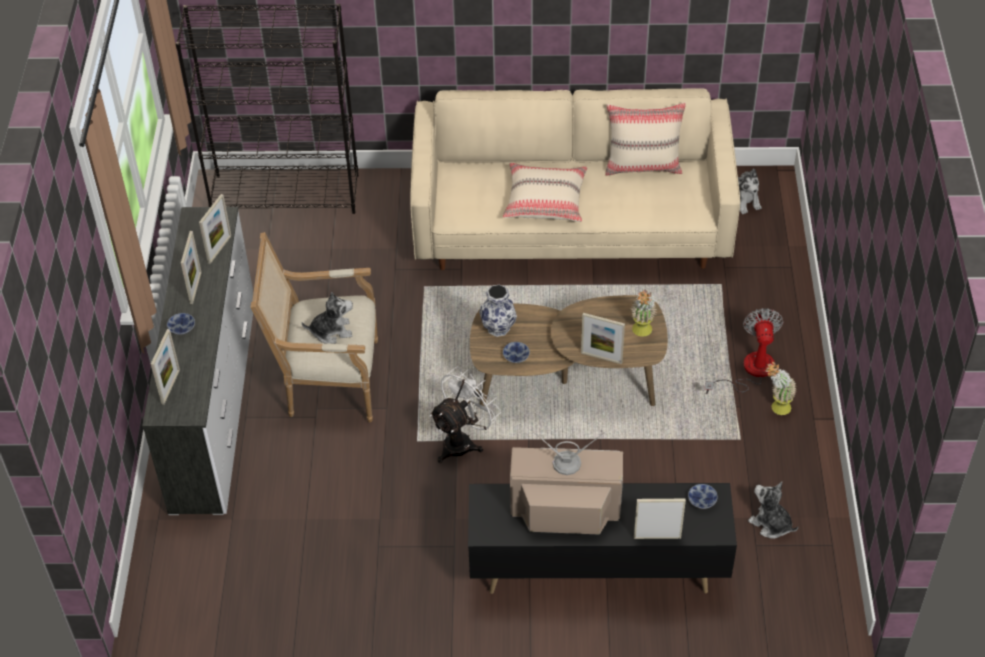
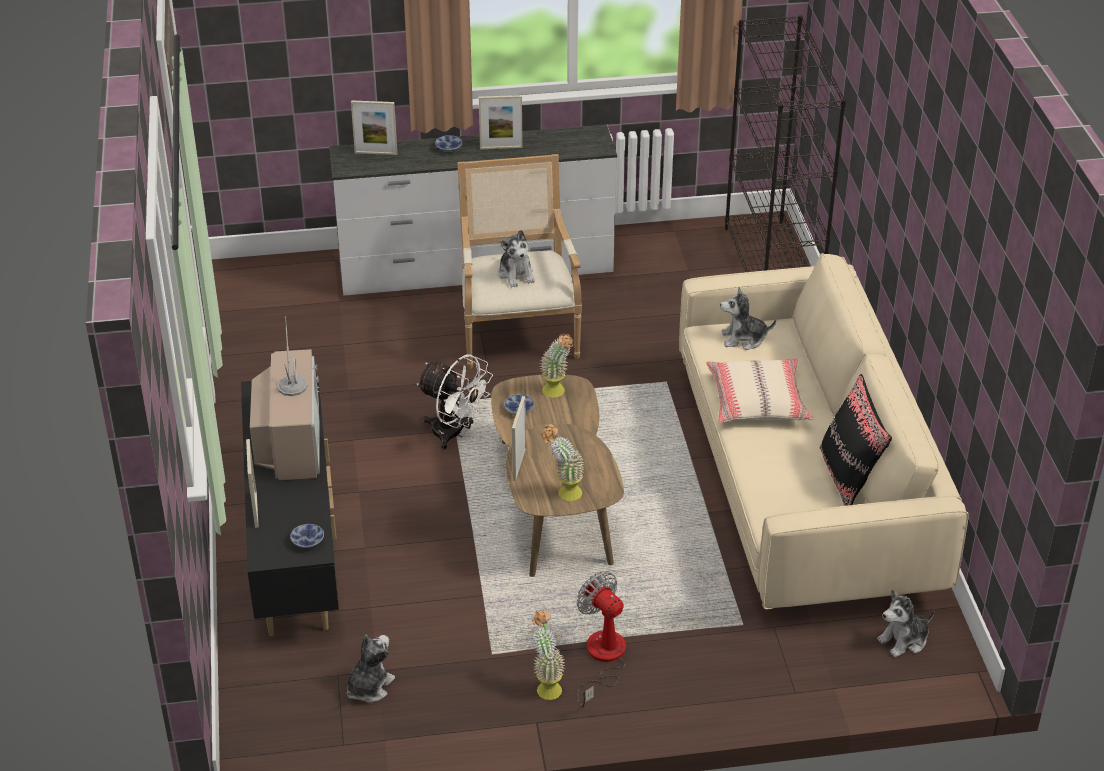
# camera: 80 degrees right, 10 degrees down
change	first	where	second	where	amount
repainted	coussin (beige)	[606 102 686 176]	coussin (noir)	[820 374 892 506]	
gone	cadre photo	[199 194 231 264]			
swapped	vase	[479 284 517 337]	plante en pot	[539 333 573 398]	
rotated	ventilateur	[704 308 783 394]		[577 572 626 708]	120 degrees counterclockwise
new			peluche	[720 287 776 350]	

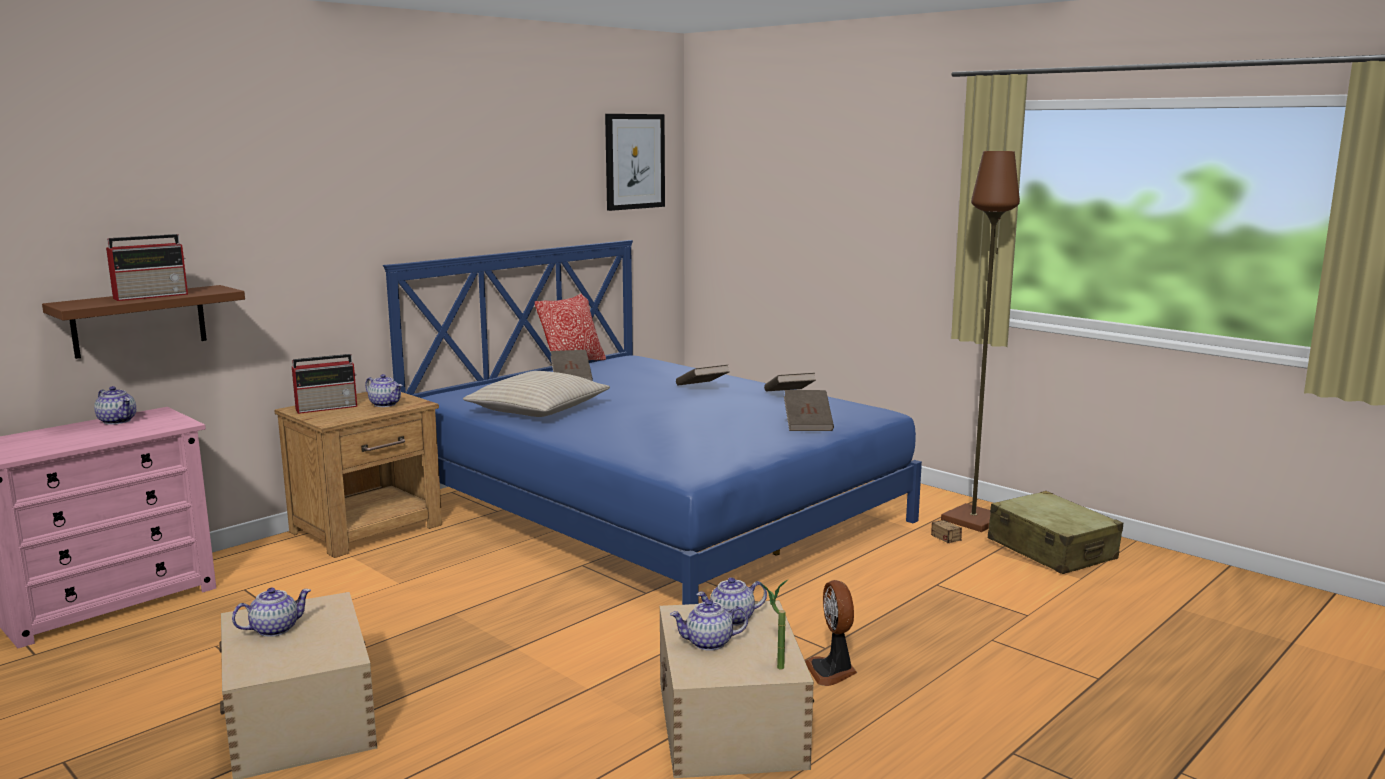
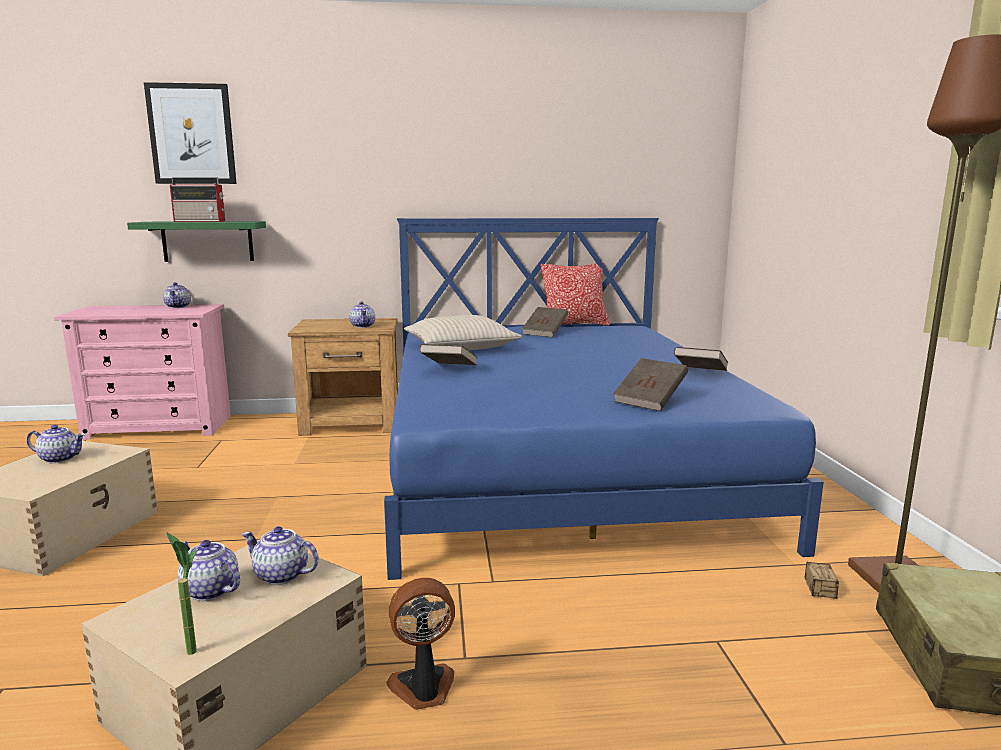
# camera: 40 degrees right, 0 degrees up
change	first	where	second	where	amount
shifted	tableau	[605 114 665 211]		[144 82 237 184]	
repainted	étagère (marron)	[42 285 245 359]	étagère (vert)	[127 221 266 262]	
gone	radio	[292 354 357 414]			
shifted	livre (marron)	[676 365 730 386]		[419 344 477 365]	
rotated	ventilateur	[805 580 857 686]		[386 578 455 710]	45 degrees clockwise

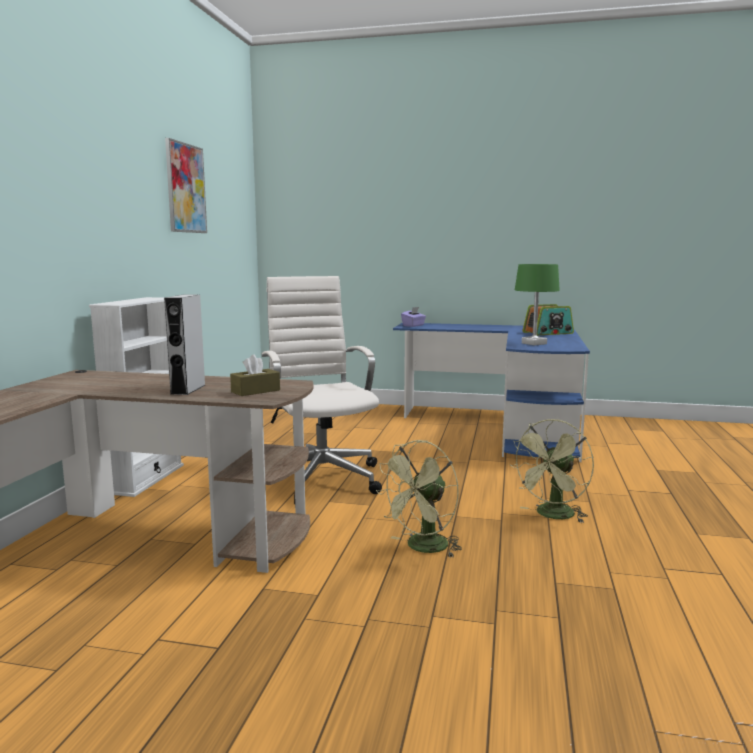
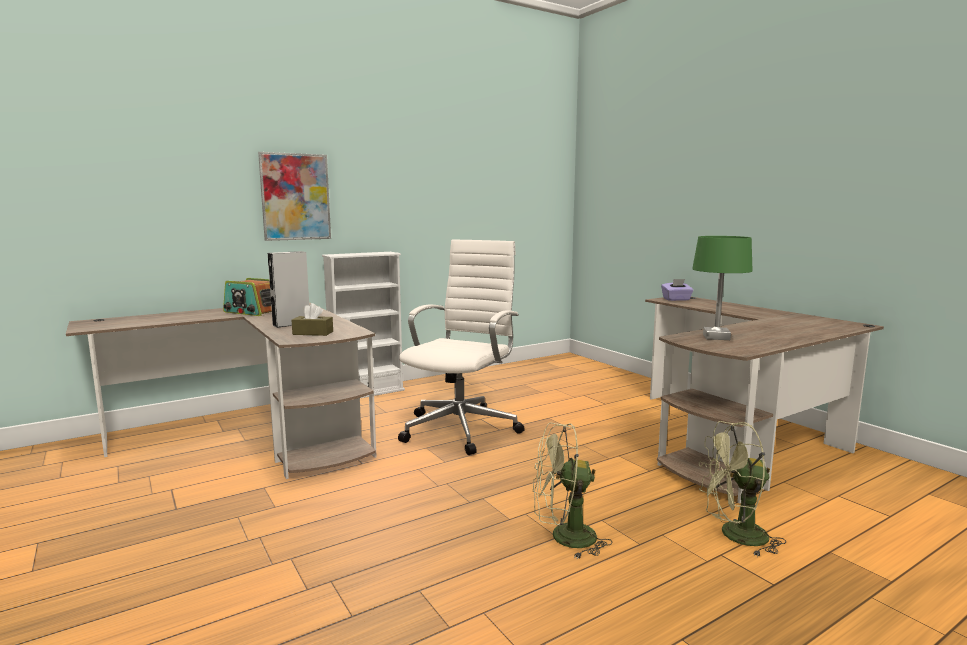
# camera: 45 degrees right, 0 degrees up
change	first	where	second	where	amount
shifted	tableau	[165 138 207 233]		[258 152 331 241]	
shifted	radio	[522 304 574 335]		[223 278 272 316]	
repainted	bureau (bleu)	[393 323 590 462]	bureau (marron)	[645 297 884 504]	
shifted	ventilateur (vert)	[376 440 462 557]		[699 421 786 557]	

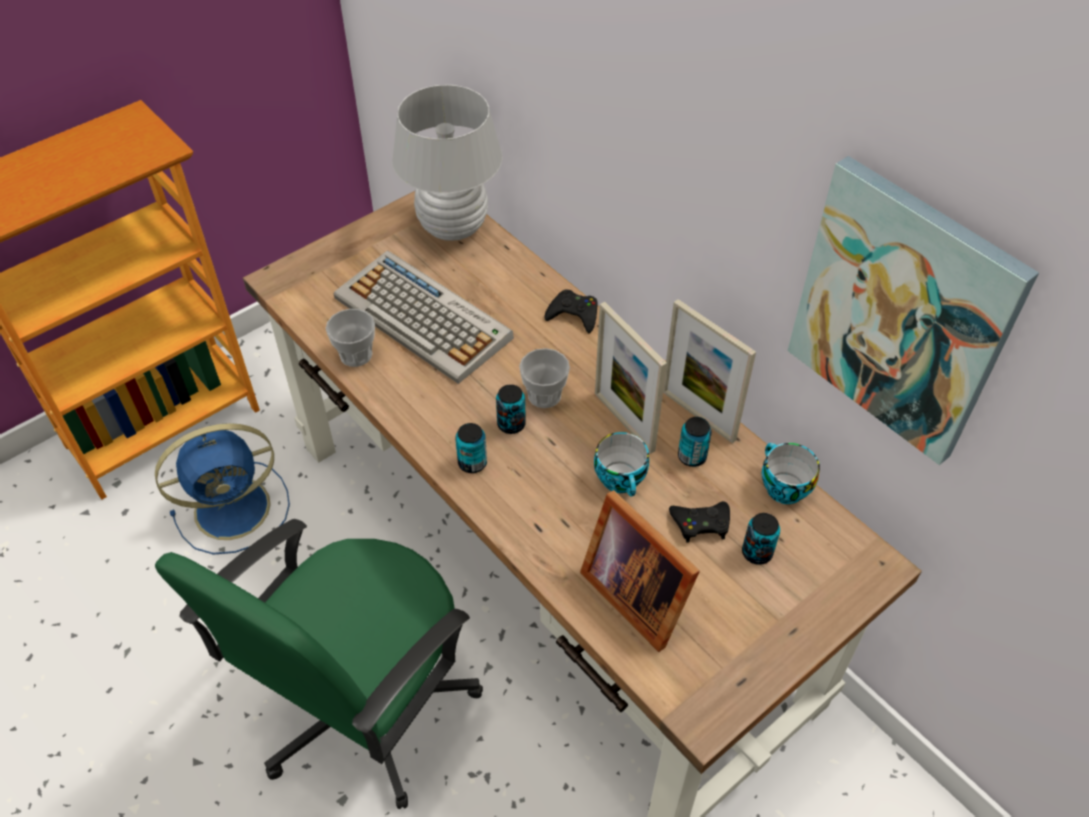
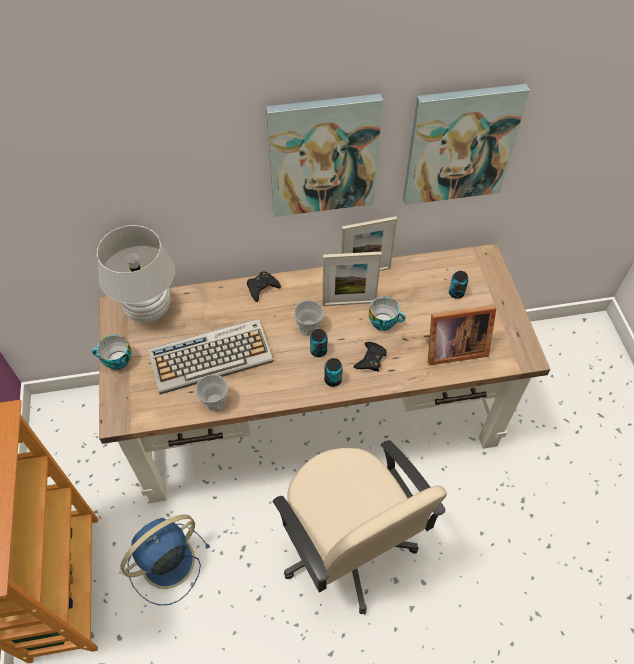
# camera: 60 degrees left, 5 degrees up
change	first	where	second	where	amount
gone	boîte métallique	[678 417 712 467]			
rotated	ventilateur (bleu)	[155 423 290 555]		[120 514 210 605]	135 degrees counterclockwise
shifted	tasse	[762 443 820 504]		[92 335 131 370]	
shifted	manette (noir)	[669 501 730 543]		[353 342 387 372]	
repainted	chaise de bureau (vert)	[155 519 483 809]	chaise de bureau (beige)	[272 440 447 614]	
new			tableau	[266 94 383 217]	

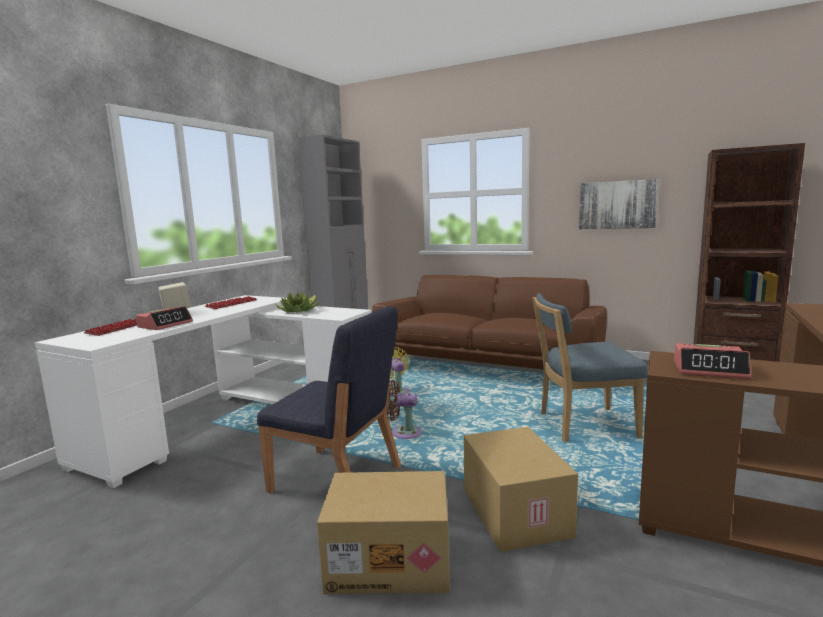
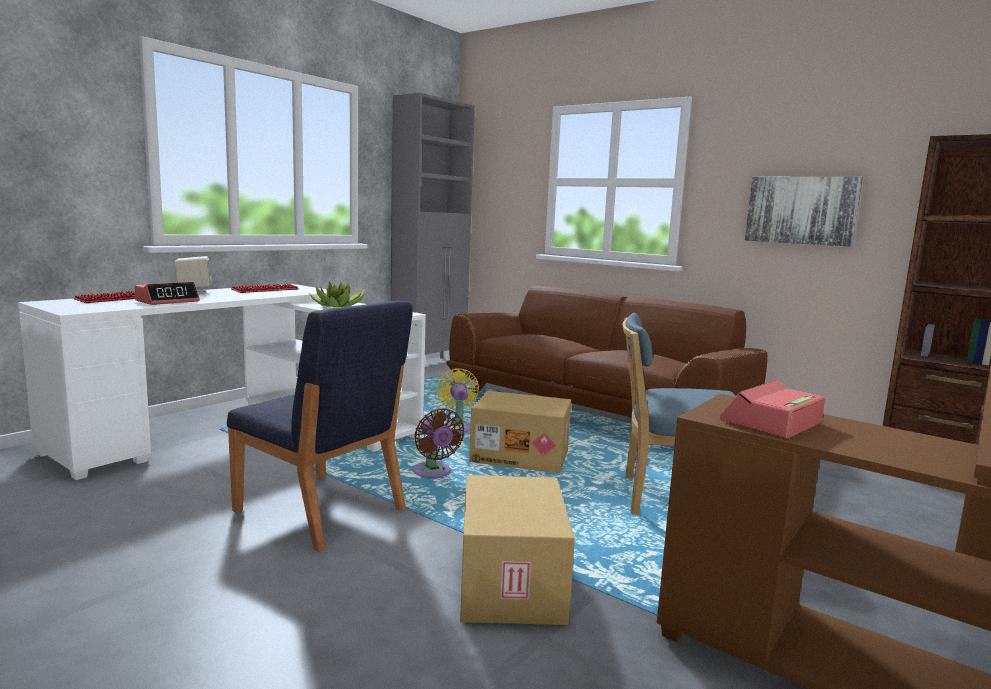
# camera: 10 degrees right, 0 degrees up
change	first	where	second	where	amount
rotated	réveil	[674 343 751 379]		[720 380 825 438]	105 degrees clockwise
rotated	ventilateur (marron)	[387 380 422 439]		[413 408 465 478]	135 degrees counterclockwise
shifted	carton	[317 471 450 594]		[469 391 571 473]	

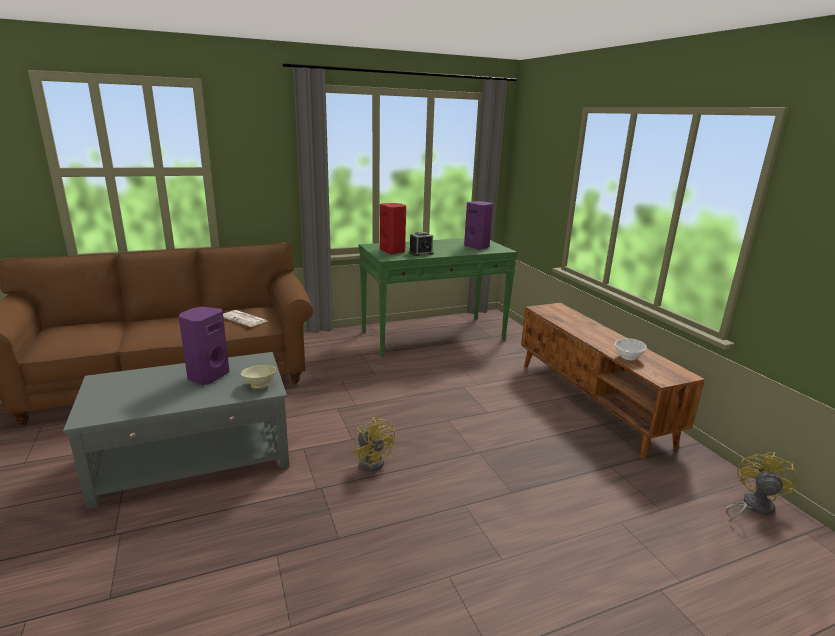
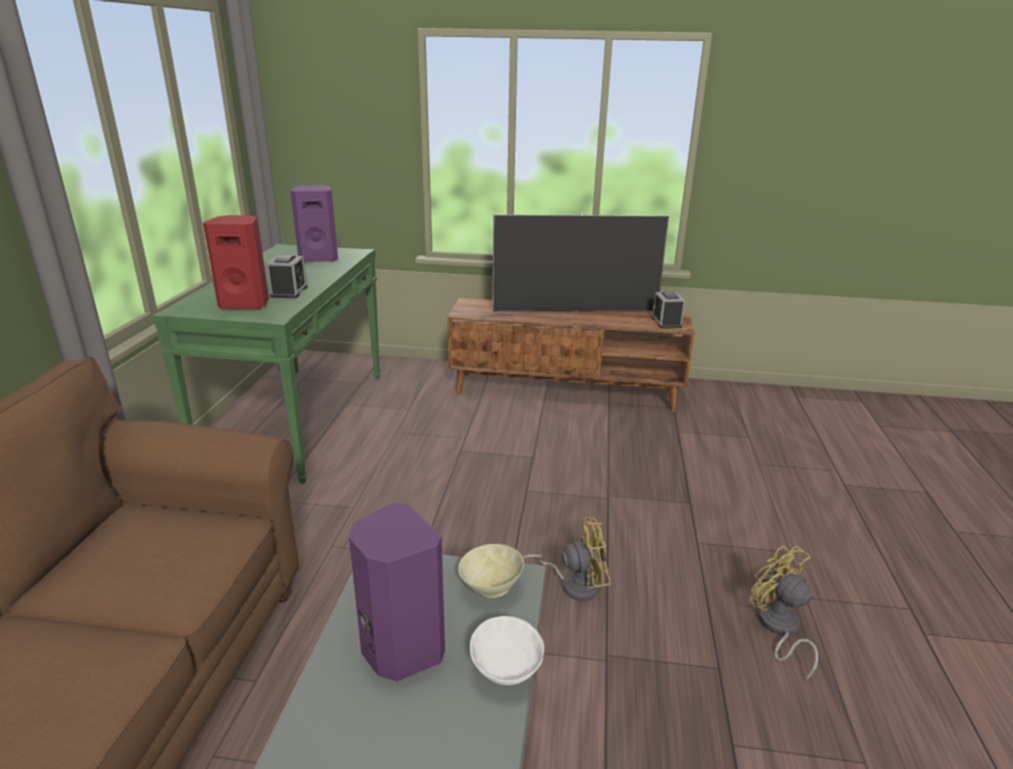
# camera: 60 degrees left, 5 degrees up
change	first	where	second	where	amount
gone	journal	[223 310 267 327]			
shifted	bol (blanc)	[615 338 647 360]		[469 616 544 685]	
shifted	ventilateur (jaune)	[726 452 798 523]		[750 546 818 681]	
new			téléviseur	[493 213 669 312]	
new			réveil	[652 292 685 329]	

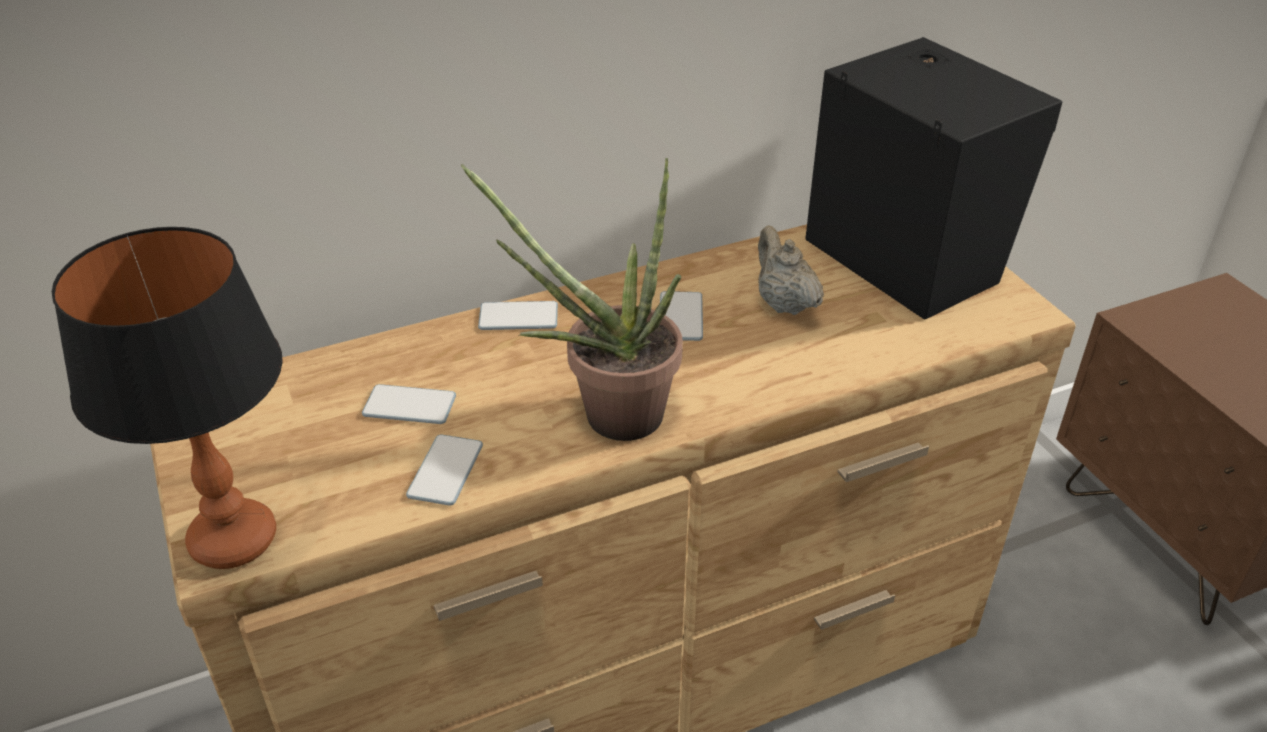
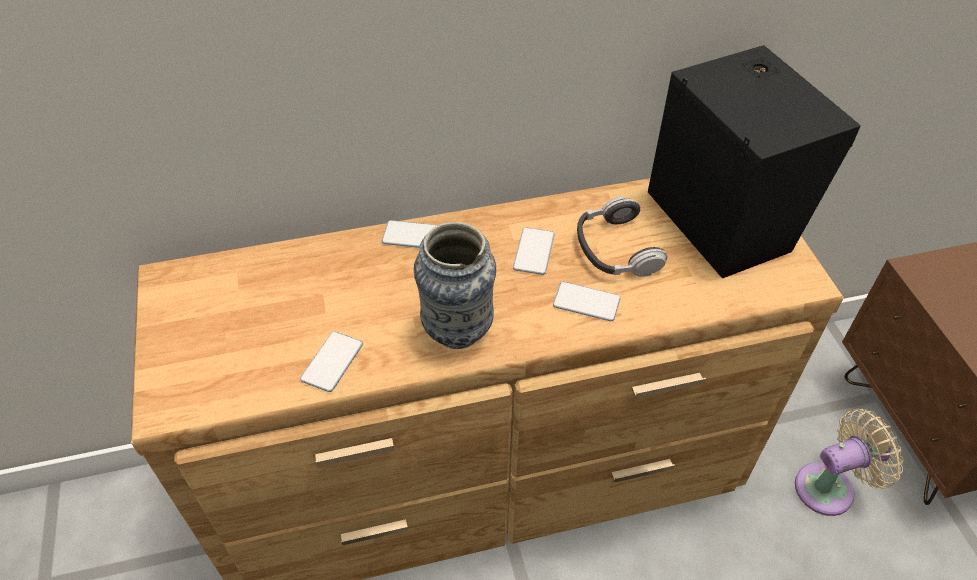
# camera: 10 degrees right, 10 degrees up
change	first	where	second	where	amount
swapped	plante en pot	[461 158 683 441]	vase	[414 222 496 349]	
swapped	théière (beige)	[758 225 824 315]	casque audio	[577 196 667 277]	
gone	lampe de table	[52 227 283 569]			
shifted	téléphone	[362 384 456 424]		[553 282 621 321]	
new			ventilateur (beige)	[795 409 904 516]	

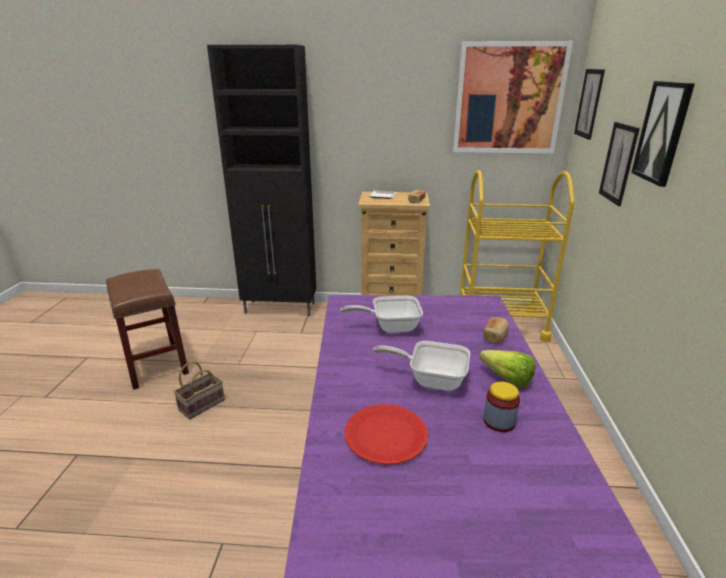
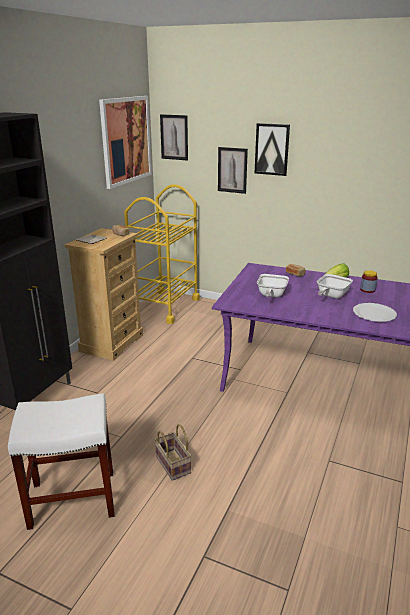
# camera: 70 degrees left, 0 degrees up
change	first	where	second	where	amount
repainted	tabouret (marron)	[106 269 189 390]	tabouret (blanc)	[8 393 115 530]	
repainted	assiette (rouge)	[344 404 428 465]	assiette (blanc)	[353 303 397 322]	

